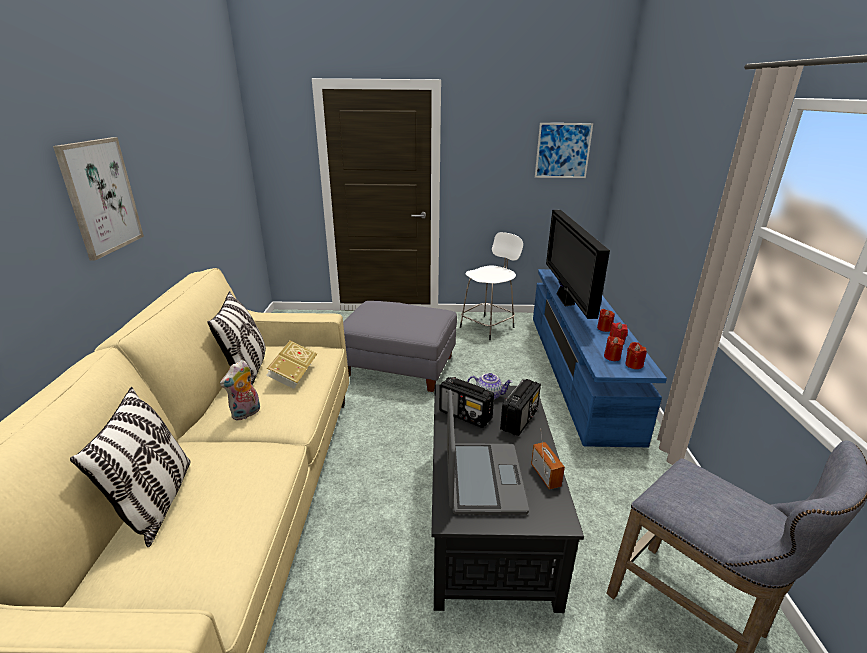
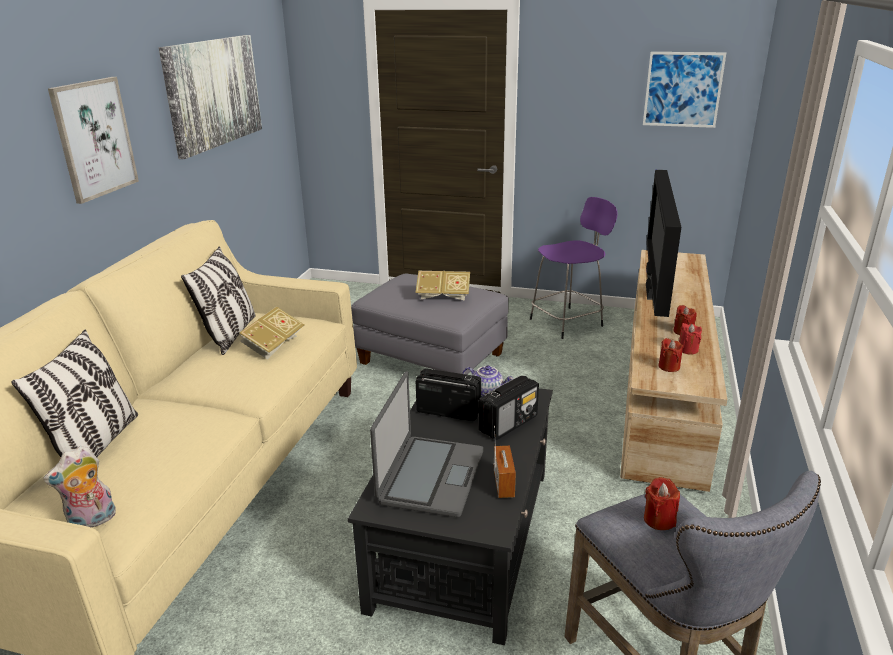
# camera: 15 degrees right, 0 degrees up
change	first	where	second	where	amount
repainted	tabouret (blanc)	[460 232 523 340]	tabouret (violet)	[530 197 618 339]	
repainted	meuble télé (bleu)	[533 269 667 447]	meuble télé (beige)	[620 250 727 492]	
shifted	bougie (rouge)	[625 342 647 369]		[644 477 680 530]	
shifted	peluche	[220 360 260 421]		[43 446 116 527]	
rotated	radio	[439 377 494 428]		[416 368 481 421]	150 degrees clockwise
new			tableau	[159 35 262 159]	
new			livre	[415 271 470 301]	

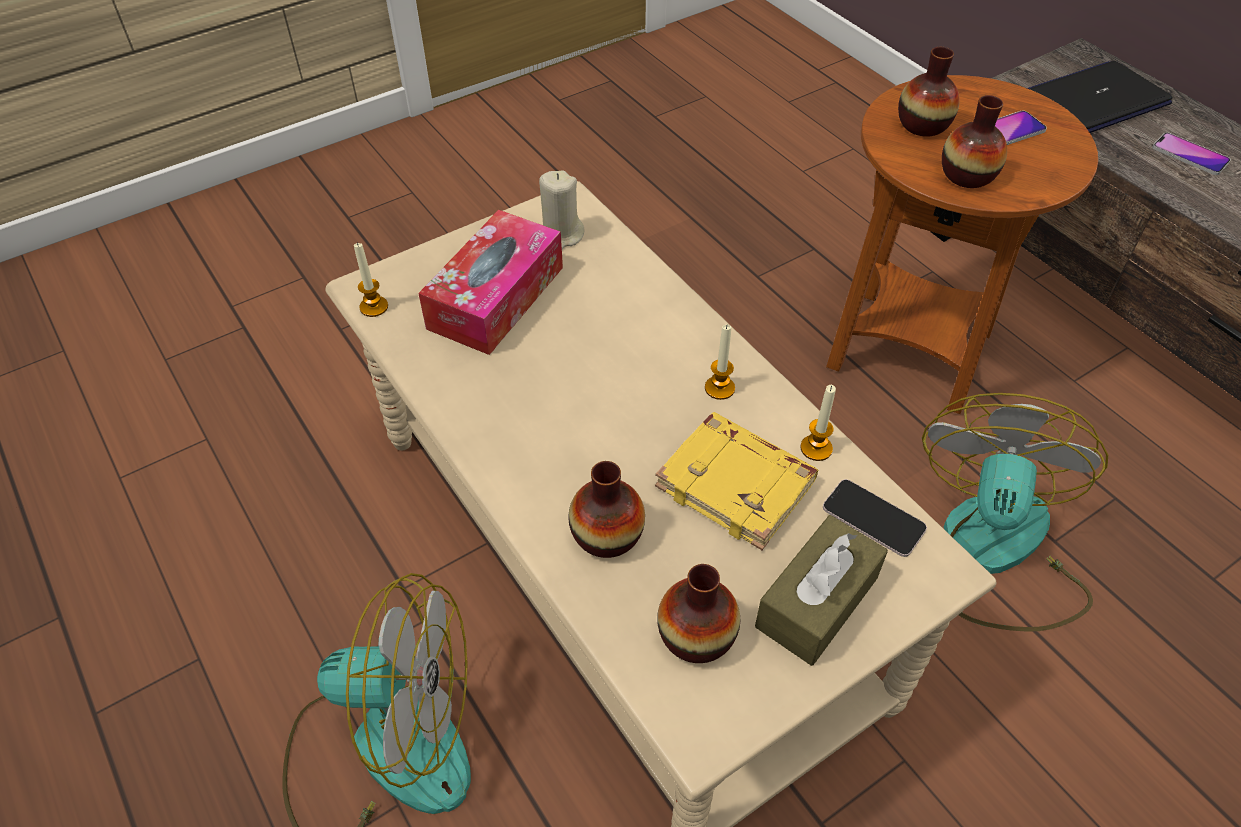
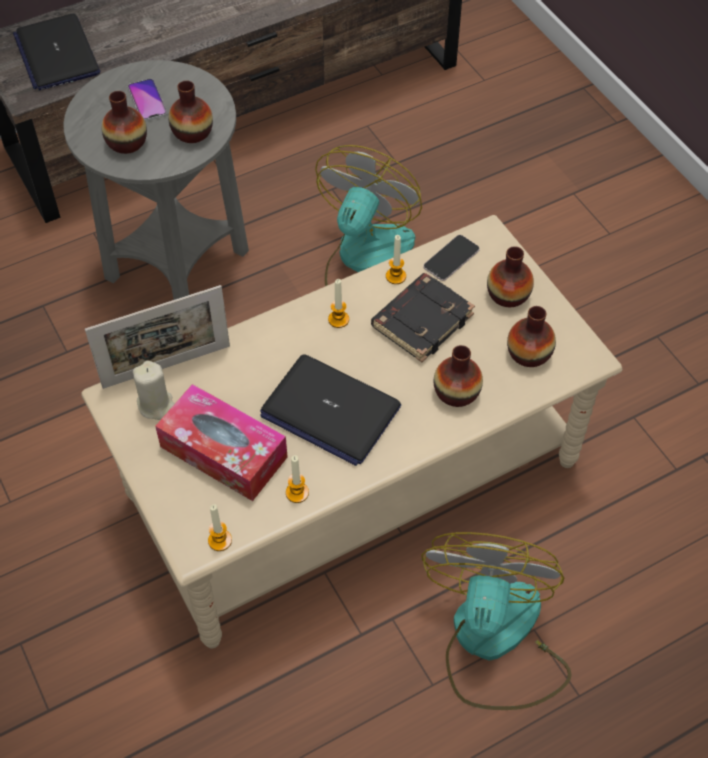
# camera: 85 degrees left, 5 degrees up
change	first	where	second	where	amount
repainted	table d'appoint (marron)	[826 75 1098 414]	table d'appoint (gris)	[63 60 249 300]	
gone	téléphone	[1152 132 1231 175]			
rotated	ventilateur	[922 393 1108 632]		[315 145 422 286]	90 degrees clockwise
repainted	livre (jaune)	[655 412 818 550]	livre (noir)	[371 273 475 362]	
swapped	boîte à mouchoirs (marron)	[755 515 888 666]	vase	[487 246 534 307]	
new			cadre photo	[85 285 230 389]	
new			ordinateur portable	[260 354 401 466]	
new			bougie	[286 455 309 503]	

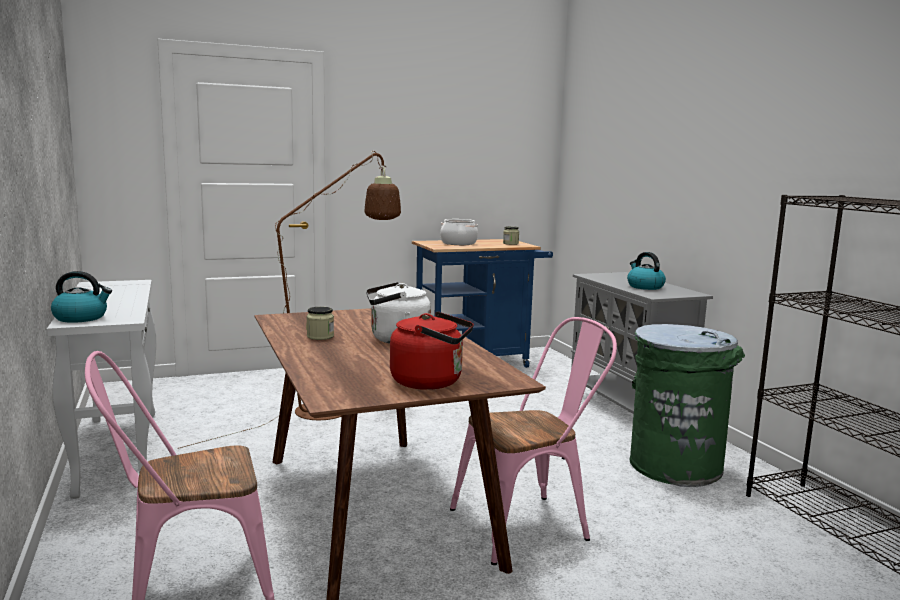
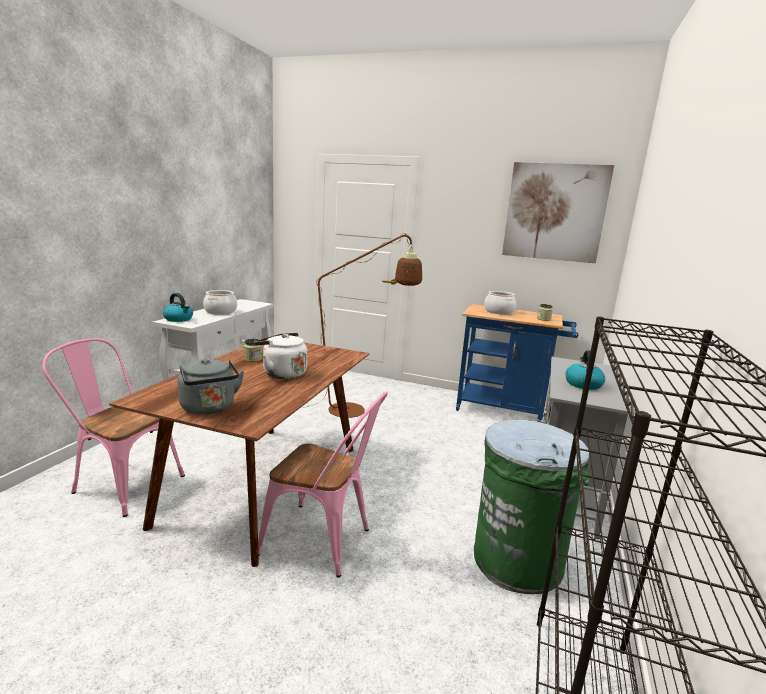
# camera: 40 degrees right, 5 degrees up
change	first	where	second	where	amount
repainted	bouilloire (rouge)	[390 311 474 390]	bouilloire (gris)	[177 358 244 414]	
new			tableau	[502 162 614 263]	
new			marmite	[203 290 237 315]	

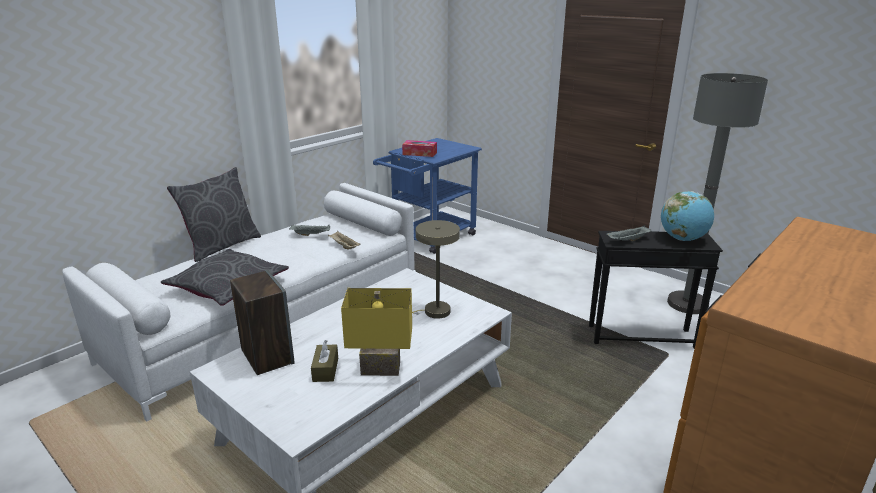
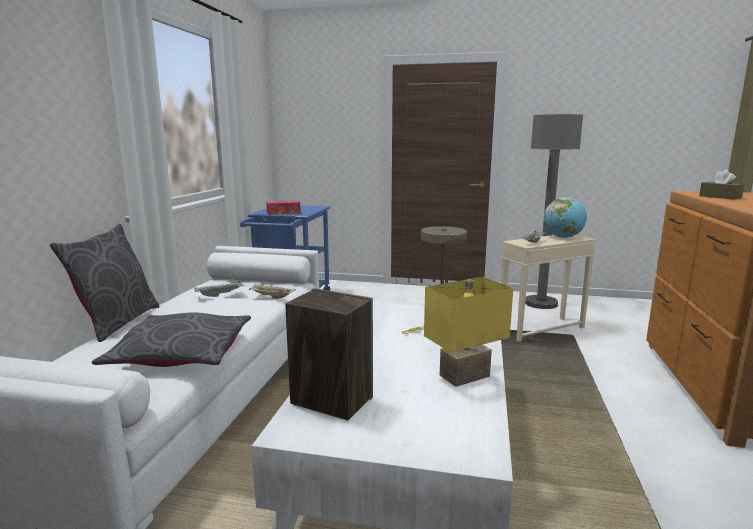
# camera: 30 degrees left, 10 degrees down
change	first	where	second	where	amount
repainted	table d'appoint (noir)	[589 231 723 349]	table d'appoint (beige)	[501 235 597 342]	
shifted	boîte à mouchoirs (marron)	[311 340 338 382]		[699 169 744 199]	

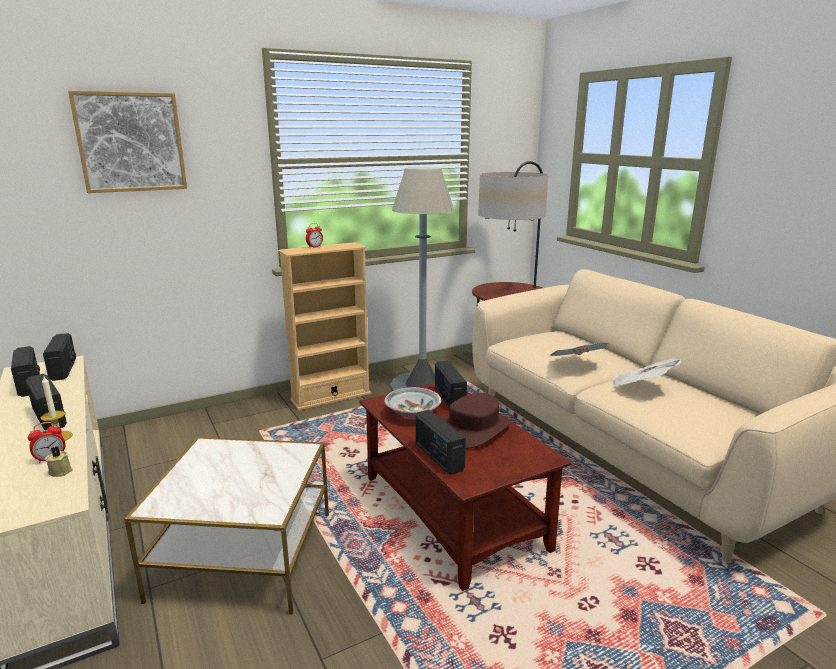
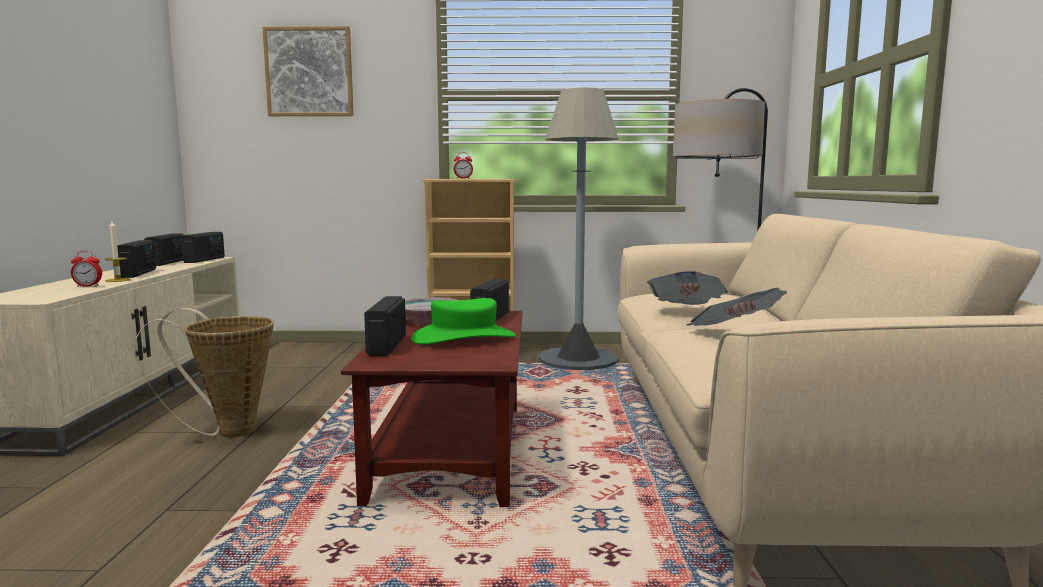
# camera: 30 degrees right, 10 degrees down
change	first	where	second	where	amount
repainted	chapeau (marron)	[443 393 511 449]	chapeau (vert)	[411 298 516 344]	
swapped	table d'appoint	[124 437 329 614]	panier	[134 308 274 437]	
gone	bougie (beige)	[45 446 73 477]			

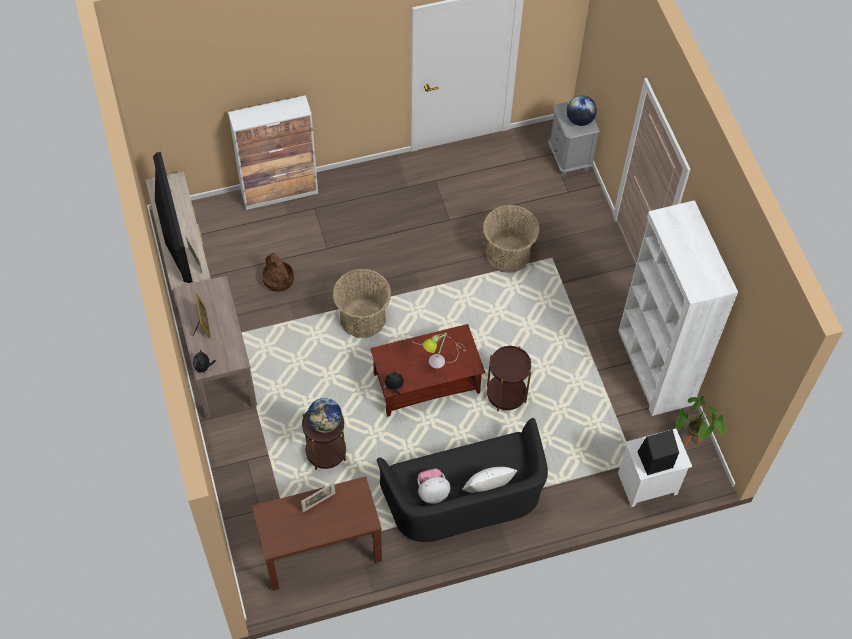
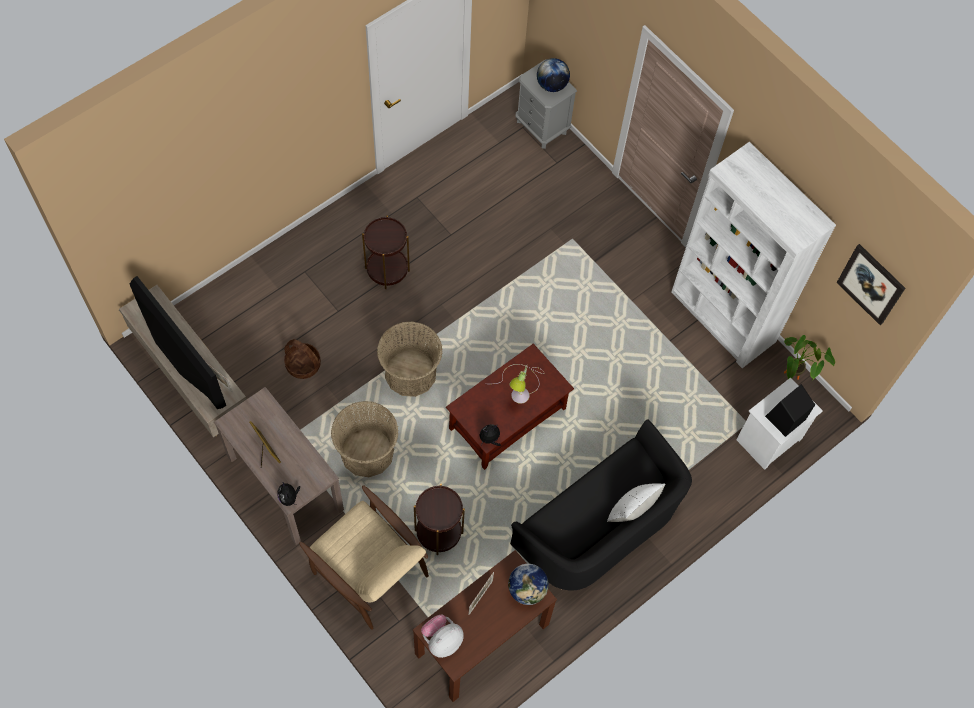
# camera: 25 degrees left, 5 degrees up
change	first	where	second	where	amount
gone	meuble de rangement	[228 95 318 210]			
shifted	panier	[483 205 540 273]		[331 401 398 477]	
shifted	table d'appoint (marron)	[487 346 532 412]		[362 215 410 289]	
shifted	globe	[307 398 342 433]		[508 564 549 605]	
shifted	peluche	[417 469 450 504]		[421 615 464 658]	
new			tableau	[837 244 905 325]	
new			fauteuil (beige)	[299 486 429 630]	

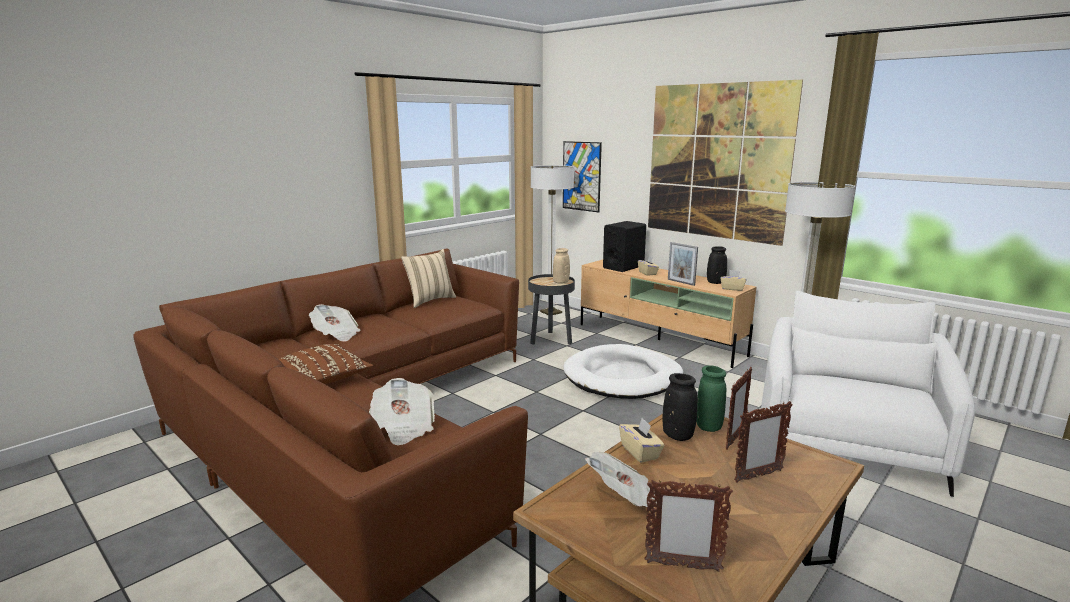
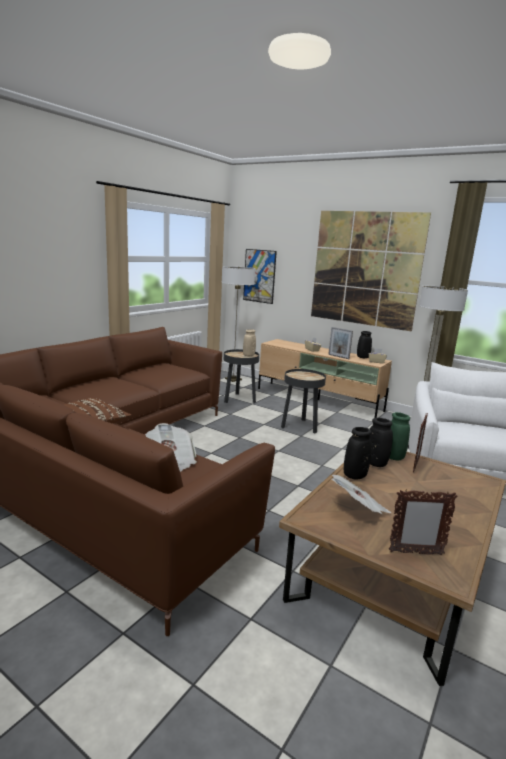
# camera: 10 degrees left, 0 degrees up
change	first	where	second	where	amount
gone	enceinte (noir)	[603 221 646 272]			
gone	coussin (beige)	[401 249 456 308]			
gone	journal	[309 304 360 342]			
swapped	panier pour chien (blanc)	[563 344 683 399]	table d'appoint (noir)	[281 369 326 433]	
gone	cadre photo	[734 401 793 483]			
swapped	boîte à mouchoirs (beige)	[619 418 665 463]	vase (noir)	[344 427 372 480]	

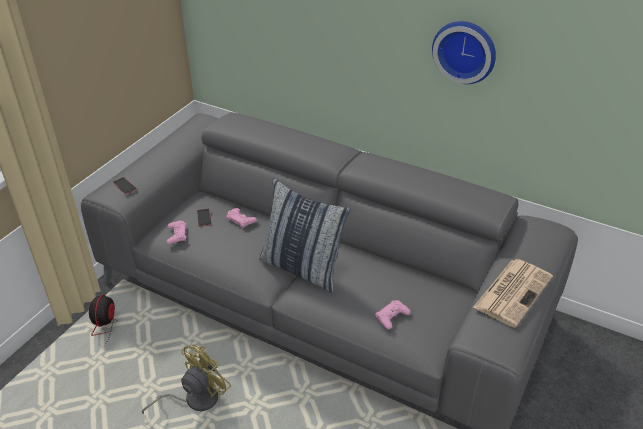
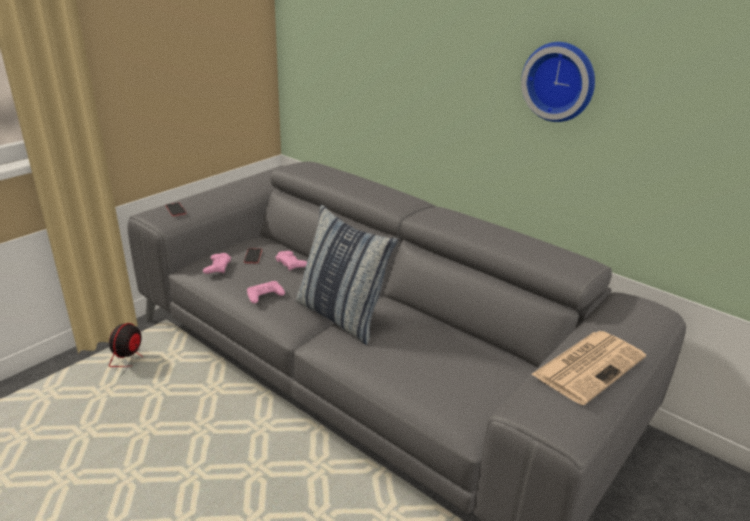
# camera: 10 degrees right, 10 degrees down
change	first	where	second	where	amount
shifted	manette (rose)	[375 300 411 329]		[247 281 285 303]	
gone	ventilateur (jaune)	[142 345 231 414]			

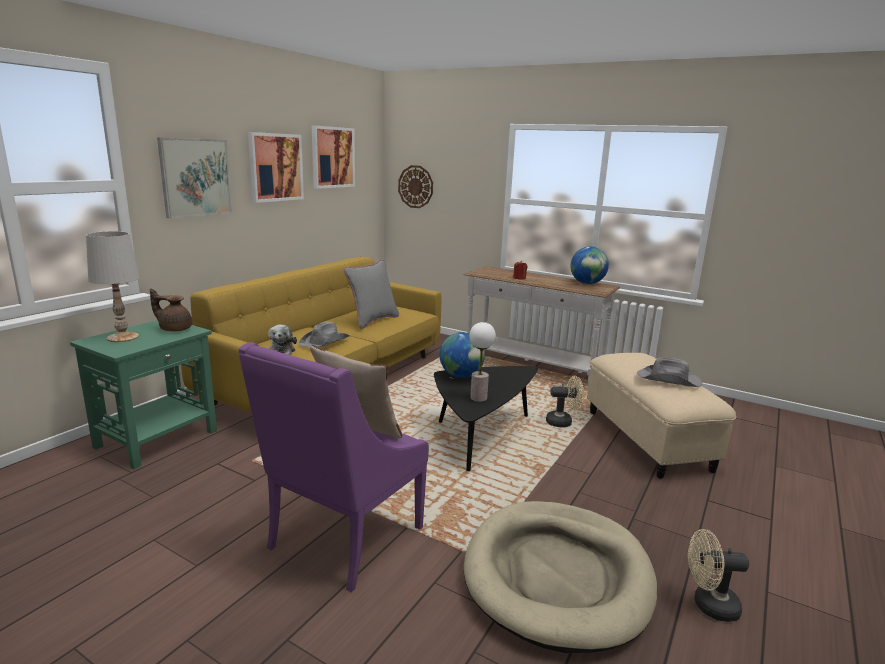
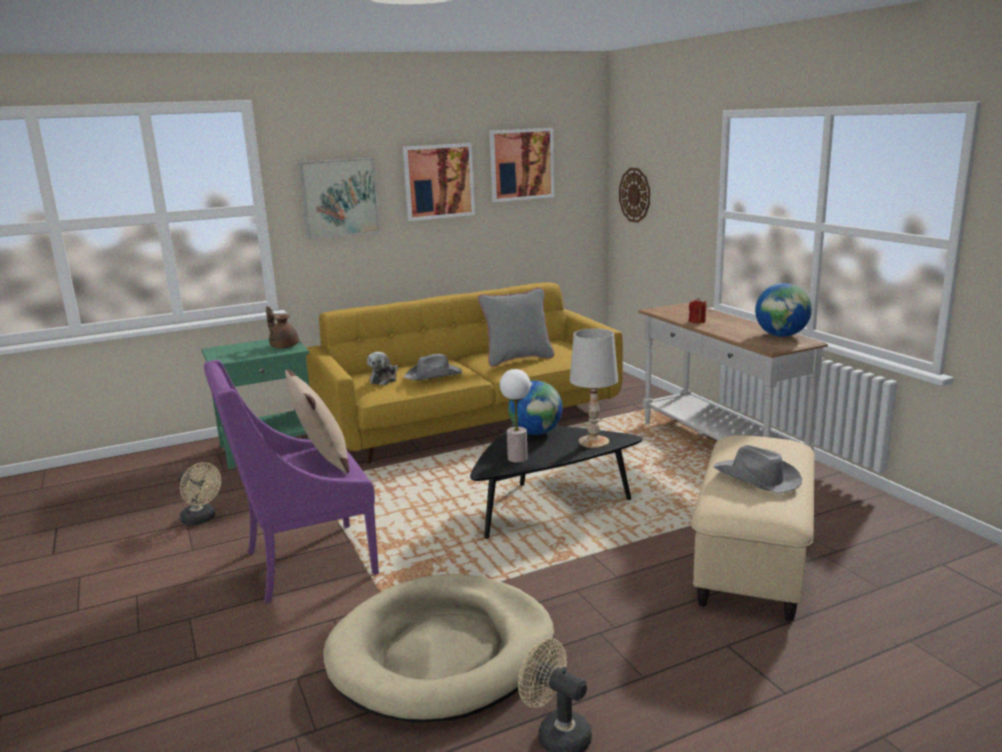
# camera: 35 degrees right, 0 degrees up
change	first	where	second	where	amount
shifted	lampe de table (blanc)	[86 231 140 342]		[570 328 618 448]	
shifted	ventilateur (beige)	[546 376 584 427]		[179 462 221 526]	

